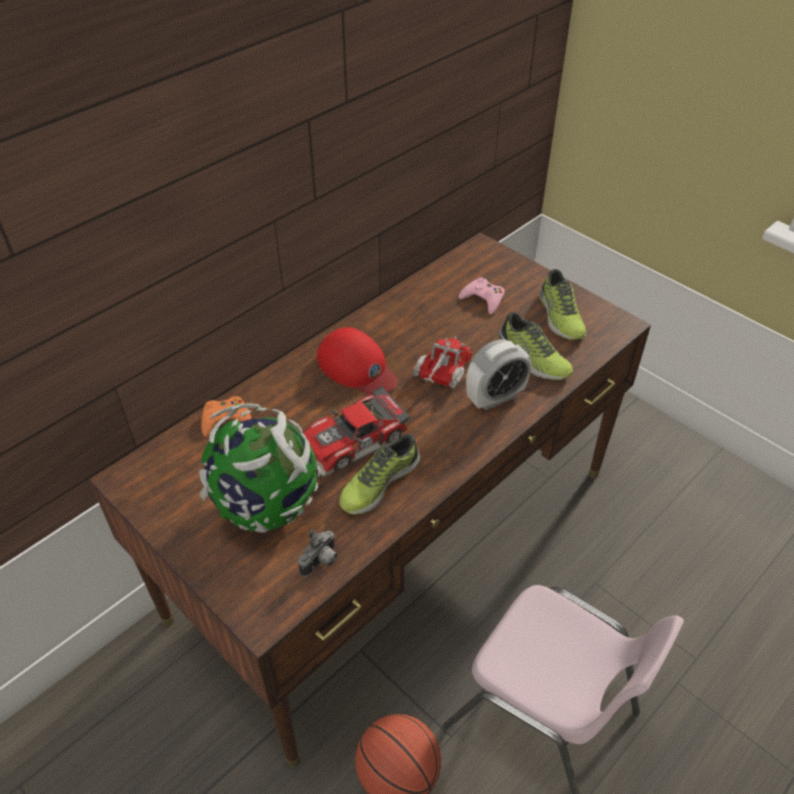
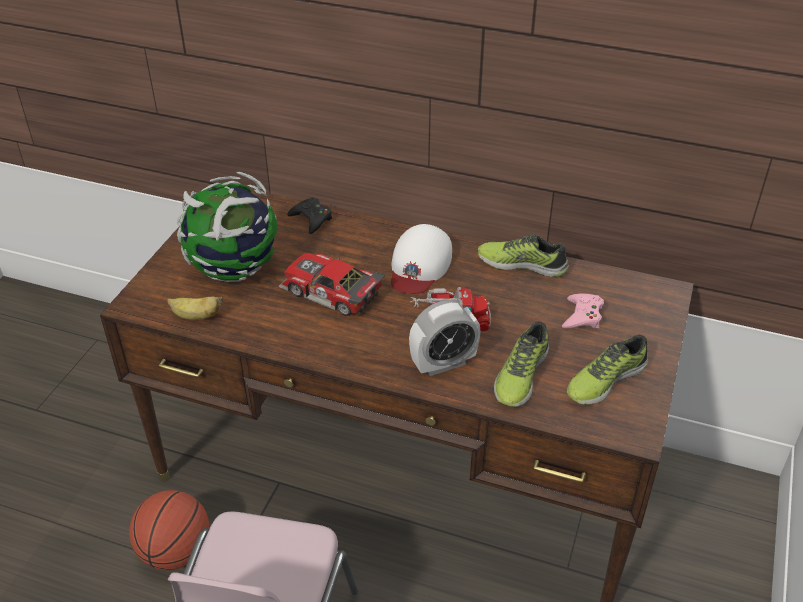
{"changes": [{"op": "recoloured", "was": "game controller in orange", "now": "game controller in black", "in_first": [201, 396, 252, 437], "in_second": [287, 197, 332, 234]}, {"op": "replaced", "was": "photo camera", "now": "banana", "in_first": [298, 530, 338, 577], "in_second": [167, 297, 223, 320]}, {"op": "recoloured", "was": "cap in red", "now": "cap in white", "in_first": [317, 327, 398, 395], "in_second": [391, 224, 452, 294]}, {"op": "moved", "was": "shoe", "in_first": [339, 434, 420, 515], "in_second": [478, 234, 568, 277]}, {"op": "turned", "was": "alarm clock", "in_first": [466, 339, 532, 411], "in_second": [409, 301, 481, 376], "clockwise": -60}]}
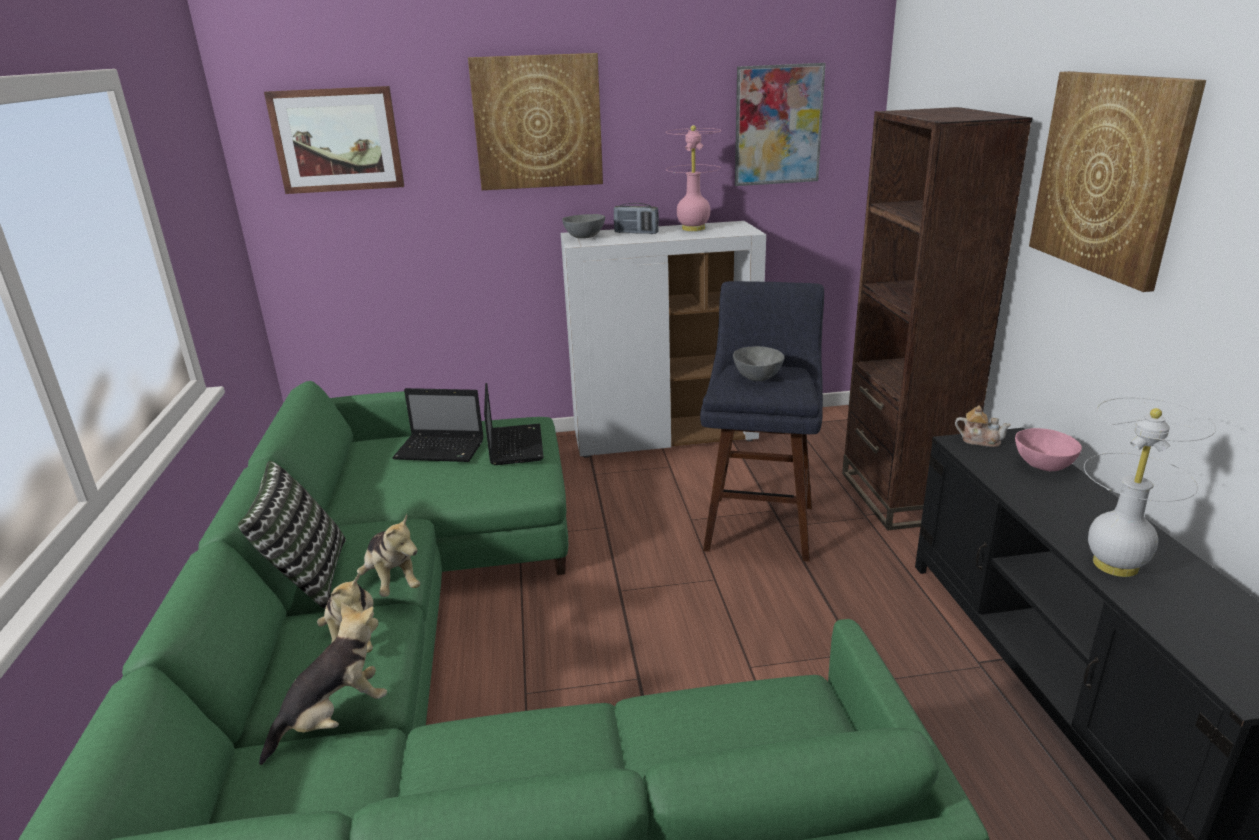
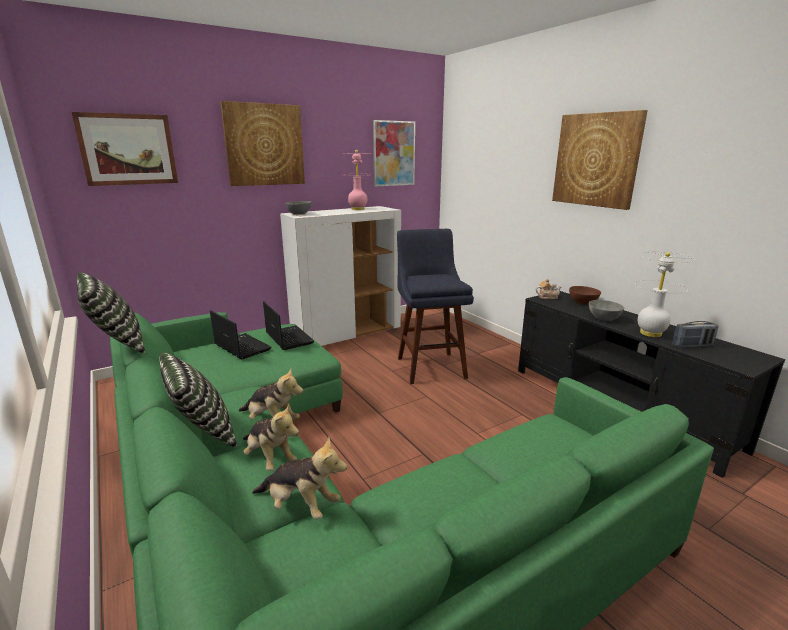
{"changes": [{"op": "turned", "was": "plush toy", "in_first": [259, 602, 387, 765], "in_second": [252, 437, 347, 519], "clockwise": 90}, {"op": "turned", "was": "laptop", "in_first": [392, 388, 484, 462], "in_second": [210, 310, 272, 359], "clockwise": -120}, {"op": "moved", "was": "radio", "in_first": [614, 203, 659, 234], "in_second": [673, 321, 718, 348]}, {"op": "moved", "was": "bowl in grey", "in_first": [733, 346, 784, 381], "in_second": [589, 300, 624, 321]}, {"op": "removed", "was": "bookcase in brown", "in_first": [842, 107, 1032, 530]}, {"op": "recoloured", "was": "bowl in pink", "now": "bowl in brown", "in_first": [1015, 428, 1082, 471], "in_second": [569, 286, 601, 305]}, {"op": "added", "now": "pillow", "in_second": [77, 272, 145, 354]}]}
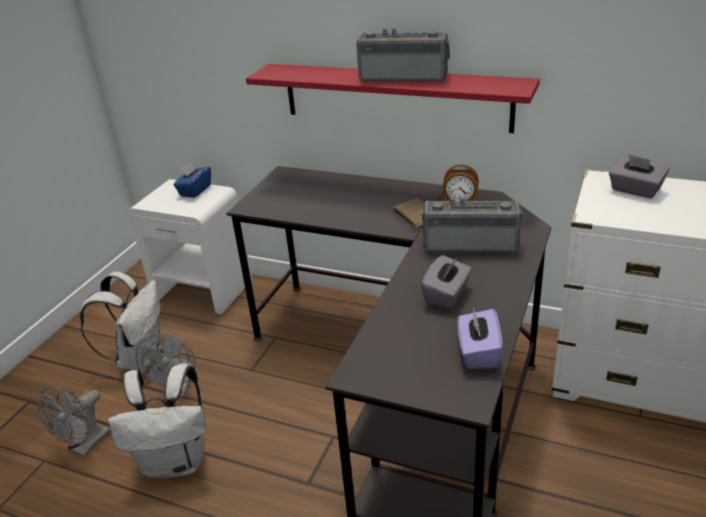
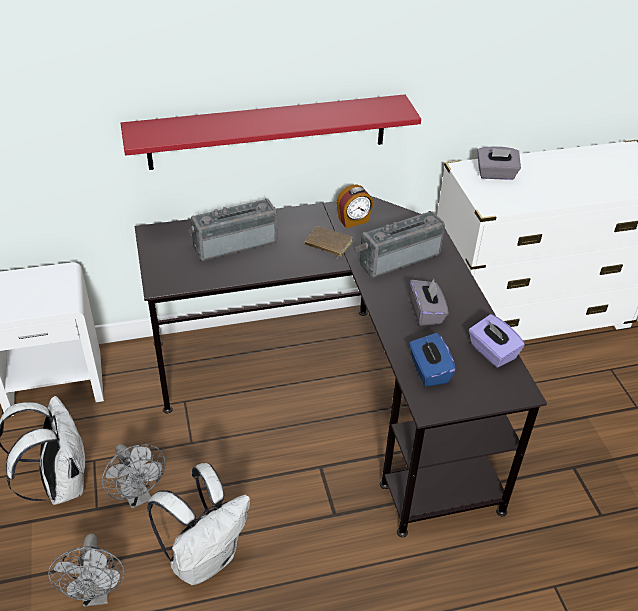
{"changes": [{"op": "moved", "was": "tissue box in blue", "in_first": [173, 161, 211, 198], "in_second": [409, 333, 456, 387]}, {"op": "moved", "was": "radio", "in_first": [356, 28, 450, 82], "in_second": [188, 199, 277, 261]}]}
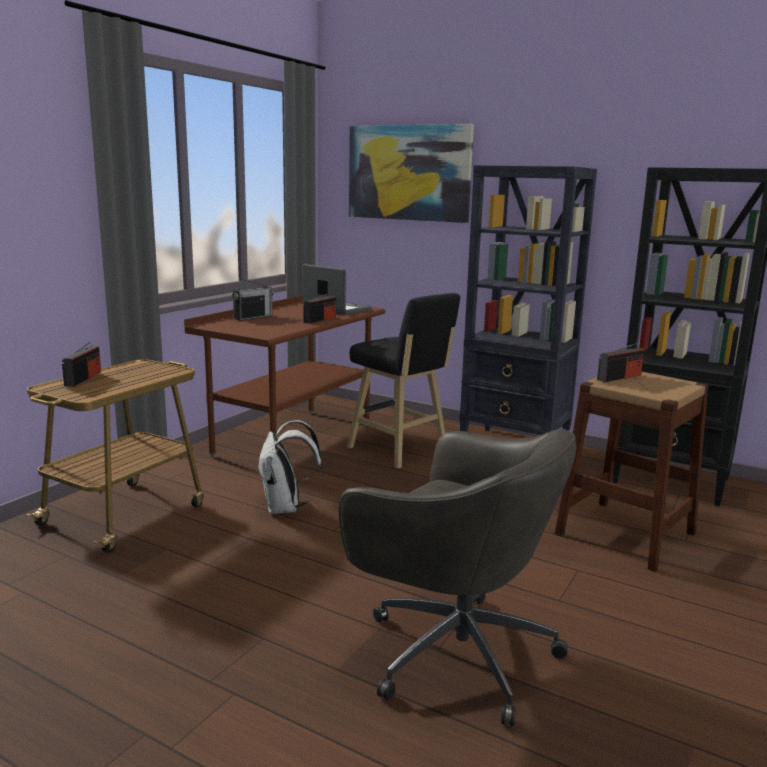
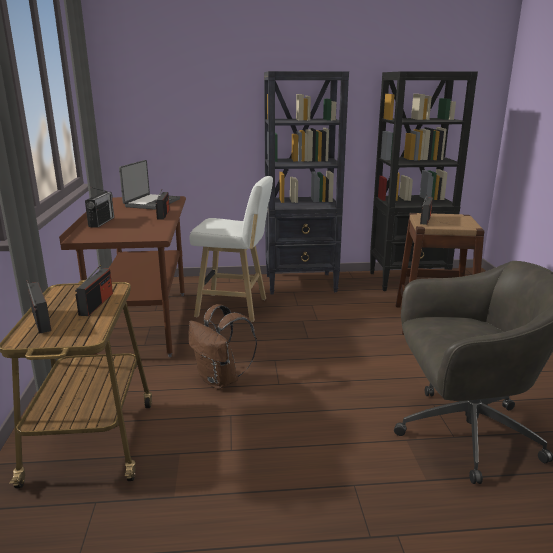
{"changes": [{"op": "recoloured", "was": "backpack in white", "now": "backpack in brown", "in_first": [258, 420, 323, 514], "in_second": [188, 304, 257, 389]}, {"op": "turned", "was": "laptop", "in_first": [303, 264, 371, 315], "in_second": [119, 160, 180, 210], "clockwise": 105}, {"op": "recoloured", "was": "stool in black", "now": "stool in white", "in_first": [347, 293, 460, 469], "in_second": [189, 176, 273, 322]}, {"op": "removed", "was": "picture", "in_first": [349, 124, 474, 223]}, {"op": "added", "now": "radio", "in_second": [75, 265, 113, 316]}]}
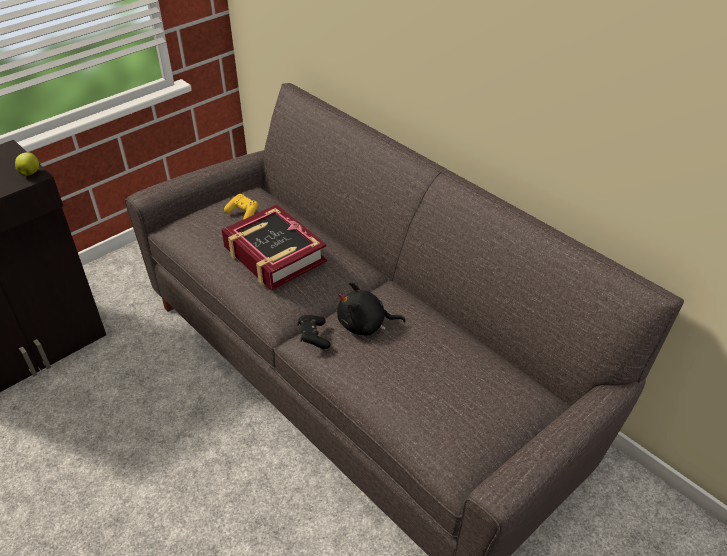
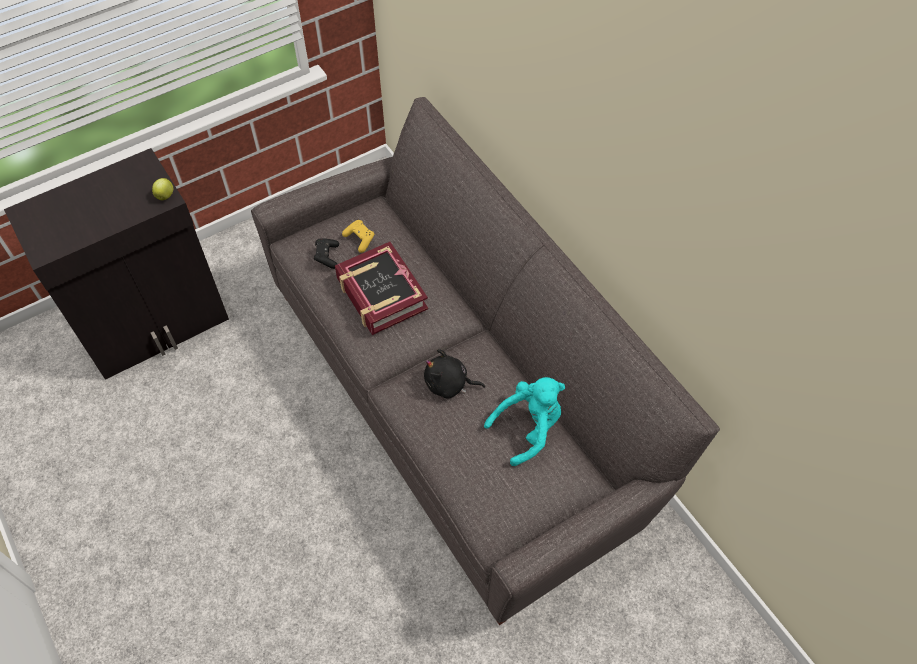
{"changes": [{"op": "moved", "was": "game controller in black", "in_first": [298, 315, 330, 349], "in_second": [314, 238, 339, 269]}, {"op": "added", "now": "plush toy in turquoise", "in_second": [484, 377, 565, 466]}]}
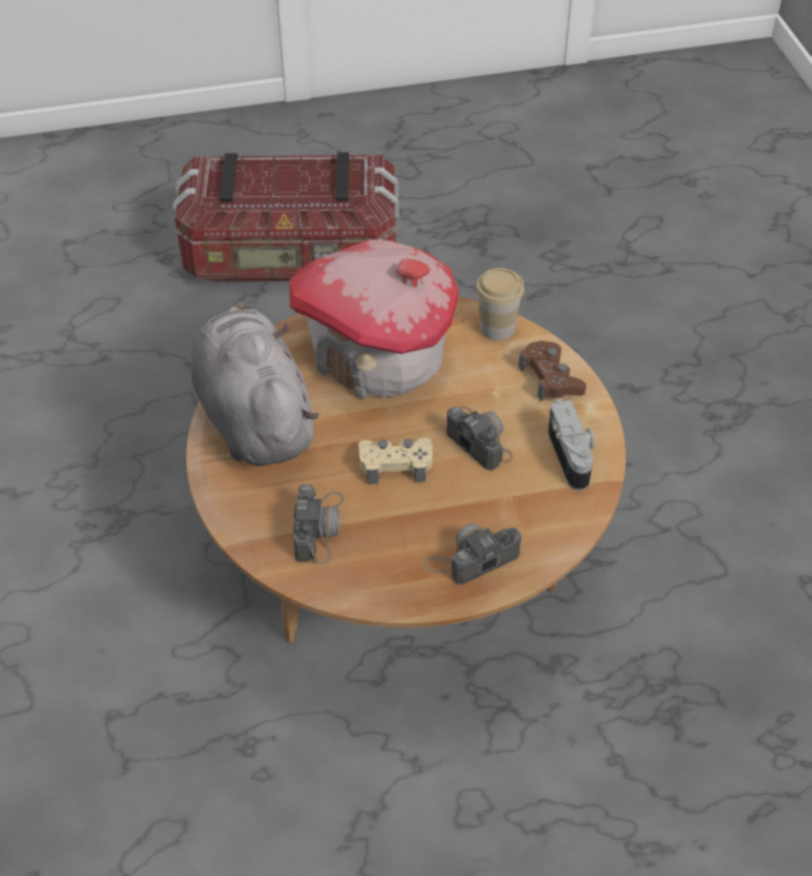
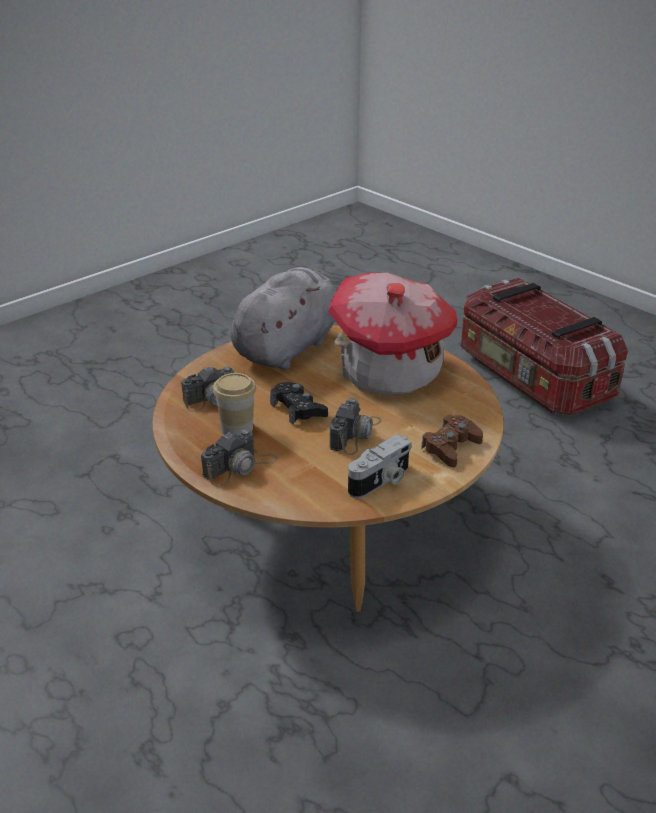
{"changes": [{"op": "recoloured", "was": "game controller in beige", "now": "game controller in black", "in_first": [359, 438, 433, 484], "in_second": [270, 382, 328, 425]}, {"op": "turned", "was": "photo camera", "in_first": [423, 523, 522, 585], "in_second": [201, 429, 278, 487], "clockwise": 105}, {"op": "moved", "was": "cup", "in_first": [476, 268, 525, 340], "in_second": [213, 373, 256, 435]}]}
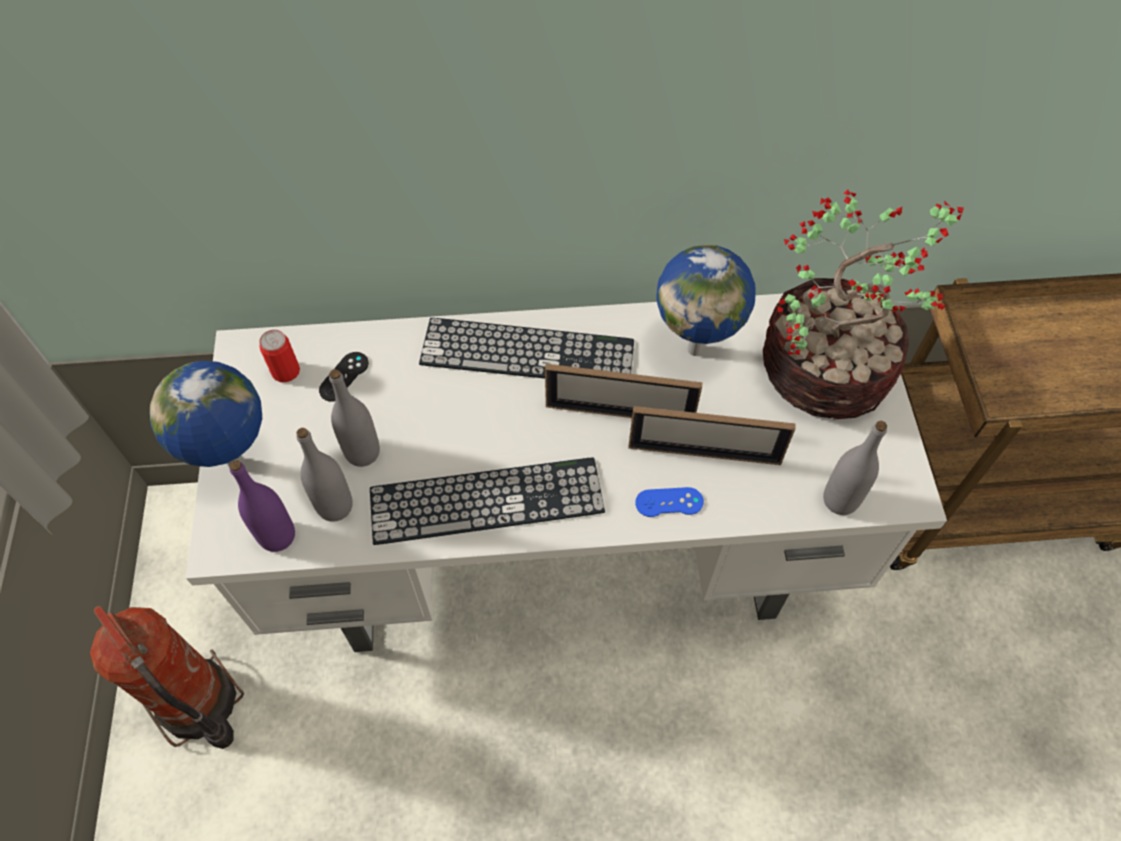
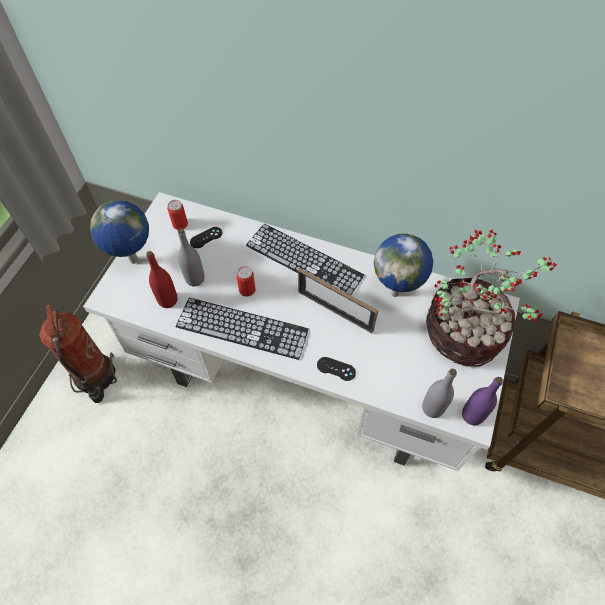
{"changes": [{"op": "moved", "was": "bottle in purple", "in_first": [229, 460, 295, 552], "in_second": [462, 377, 503, 425]}, {"op": "recoloured", "was": "bottle in grey", "now": "bottle in red", "in_first": [296, 428, 353, 522], "in_second": [146, 251, 177, 308]}, {"op": "removed", "was": "picture frame", "in_first": [628, 406, 795, 465]}, {"op": "recoloured", "was": "game controller in blue", "now": "game controller in black", "in_first": [635, 487, 704, 517], "in_second": [317, 357, 356, 381]}, {"op": "added", "now": "can", "in_second": [236, 266, 256, 297]}]}
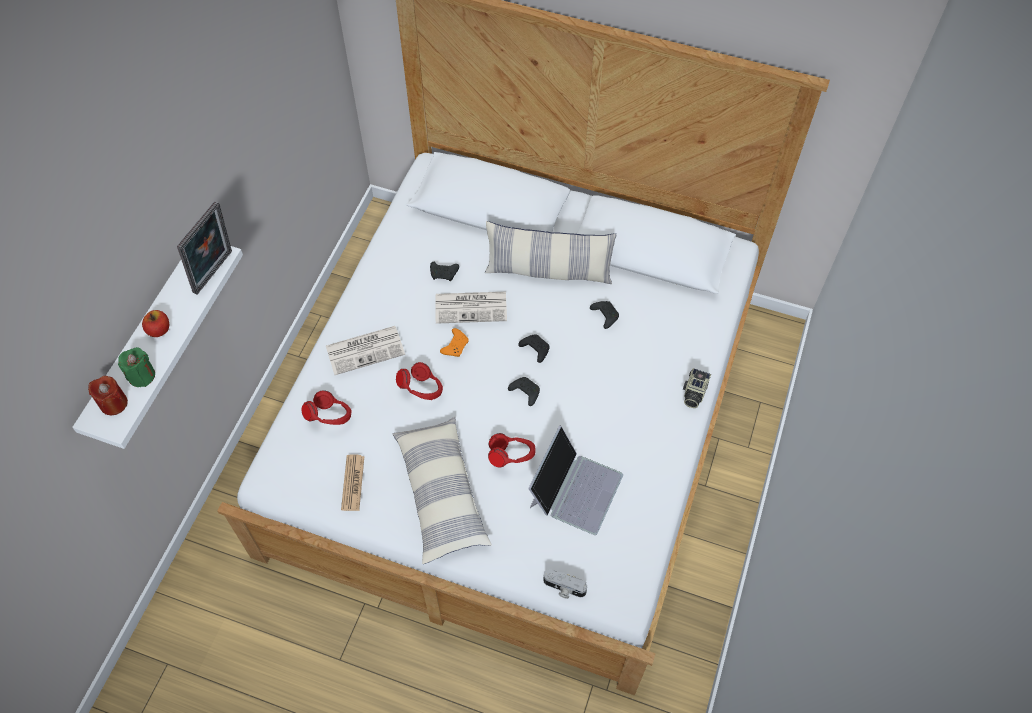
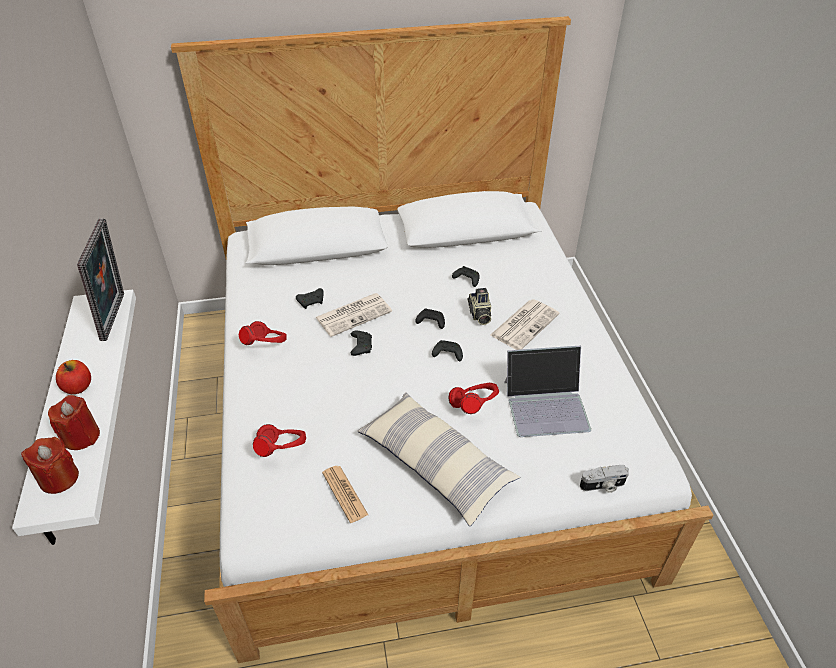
{"changes": [{"op": "recoloured", "was": "candle in green", "now": "candle in red", "in_first": [118, 347, 155, 387], "in_second": [48, 395, 100, 450]}, {"op": "moved", "was": "newspaper", "in_first": [326, 326, 405, 375], "in_second": [490, 299, 559, 350]}, {"op": "moved", "was": "headphones in red", "in_first": [396, 362, 443, 400], "in_second": [239, 321, 287, 345]}, {"op": "recoloured", "was": "game controller in orange", "now": "game controller in black", "in_first": [440, 328, 469, 357], "in_second": [351, 331, 372, 356]}, {"op": "removed", "was": "pillow", "in_first": [485, 221, 617, 284]}, {"op": "turned", "was": "laptop", "in_first": [528, 425, 623, 535], "in_second": [504, 345, 591, 437], "clockwise": 90}, {"op": "moved", "was": "photo camera", "in_first": [683, 369, 711, 408], "in_second": [467, 288, 491, 325]}]}
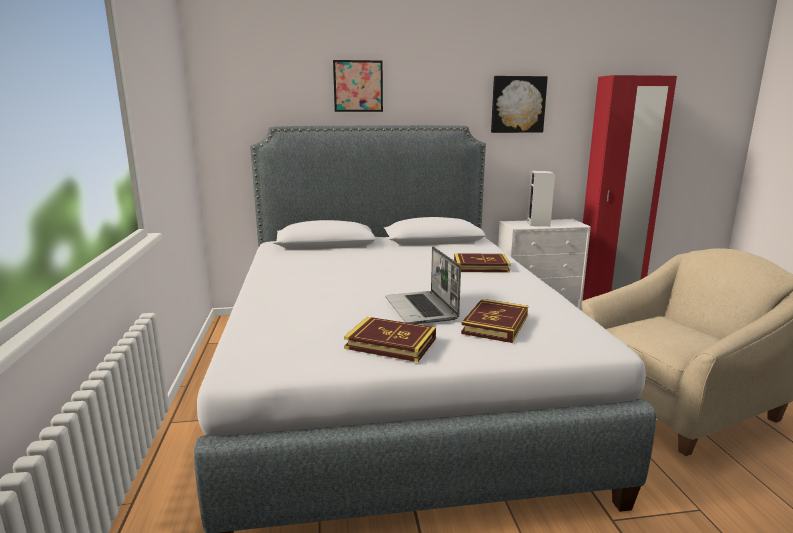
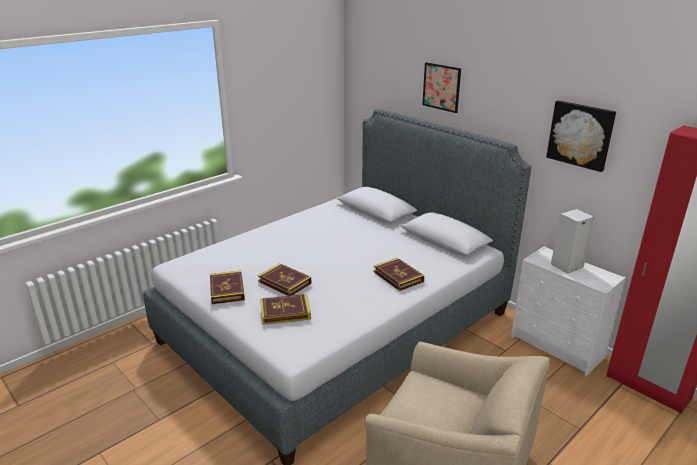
{"changes": [{"op": "replaced", "was": "laptop", "now": "book", "in_first": [385, 246, 461, 324], "in_second": [258, 263, 312, 296]}]}
